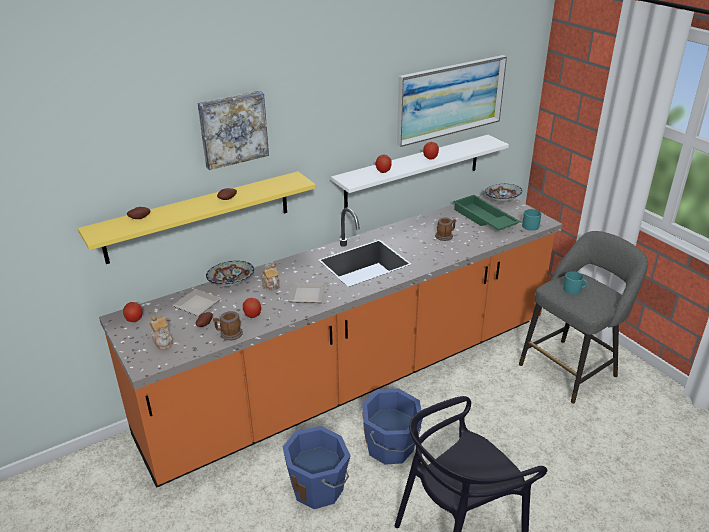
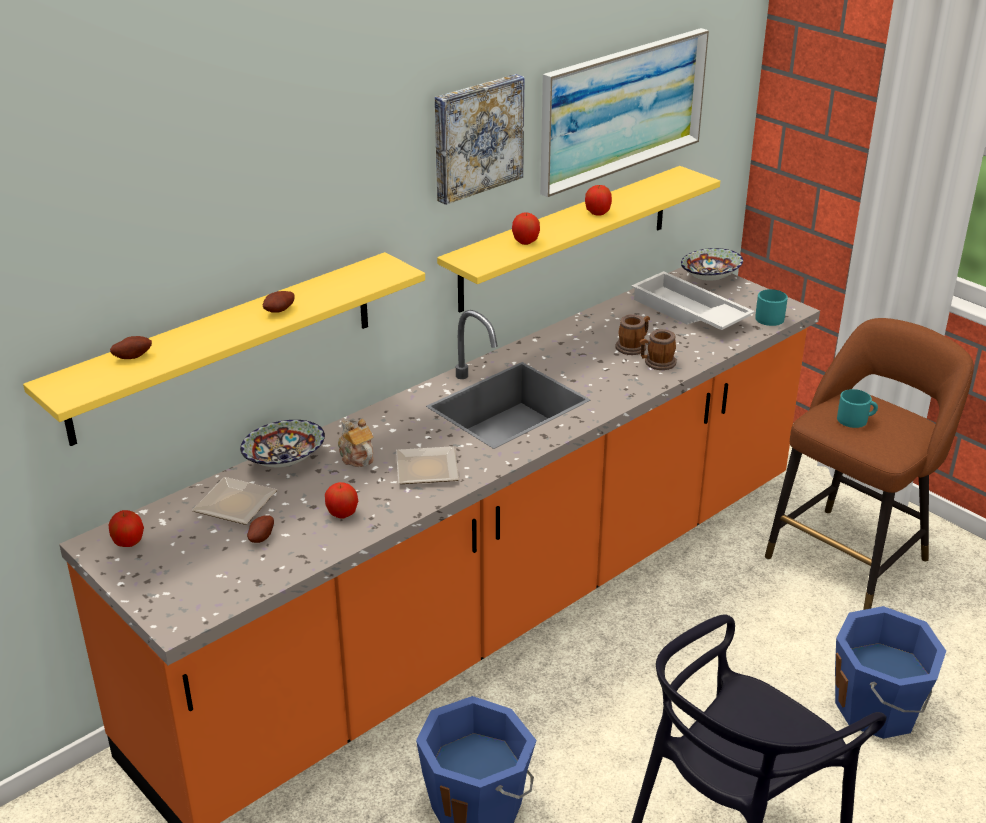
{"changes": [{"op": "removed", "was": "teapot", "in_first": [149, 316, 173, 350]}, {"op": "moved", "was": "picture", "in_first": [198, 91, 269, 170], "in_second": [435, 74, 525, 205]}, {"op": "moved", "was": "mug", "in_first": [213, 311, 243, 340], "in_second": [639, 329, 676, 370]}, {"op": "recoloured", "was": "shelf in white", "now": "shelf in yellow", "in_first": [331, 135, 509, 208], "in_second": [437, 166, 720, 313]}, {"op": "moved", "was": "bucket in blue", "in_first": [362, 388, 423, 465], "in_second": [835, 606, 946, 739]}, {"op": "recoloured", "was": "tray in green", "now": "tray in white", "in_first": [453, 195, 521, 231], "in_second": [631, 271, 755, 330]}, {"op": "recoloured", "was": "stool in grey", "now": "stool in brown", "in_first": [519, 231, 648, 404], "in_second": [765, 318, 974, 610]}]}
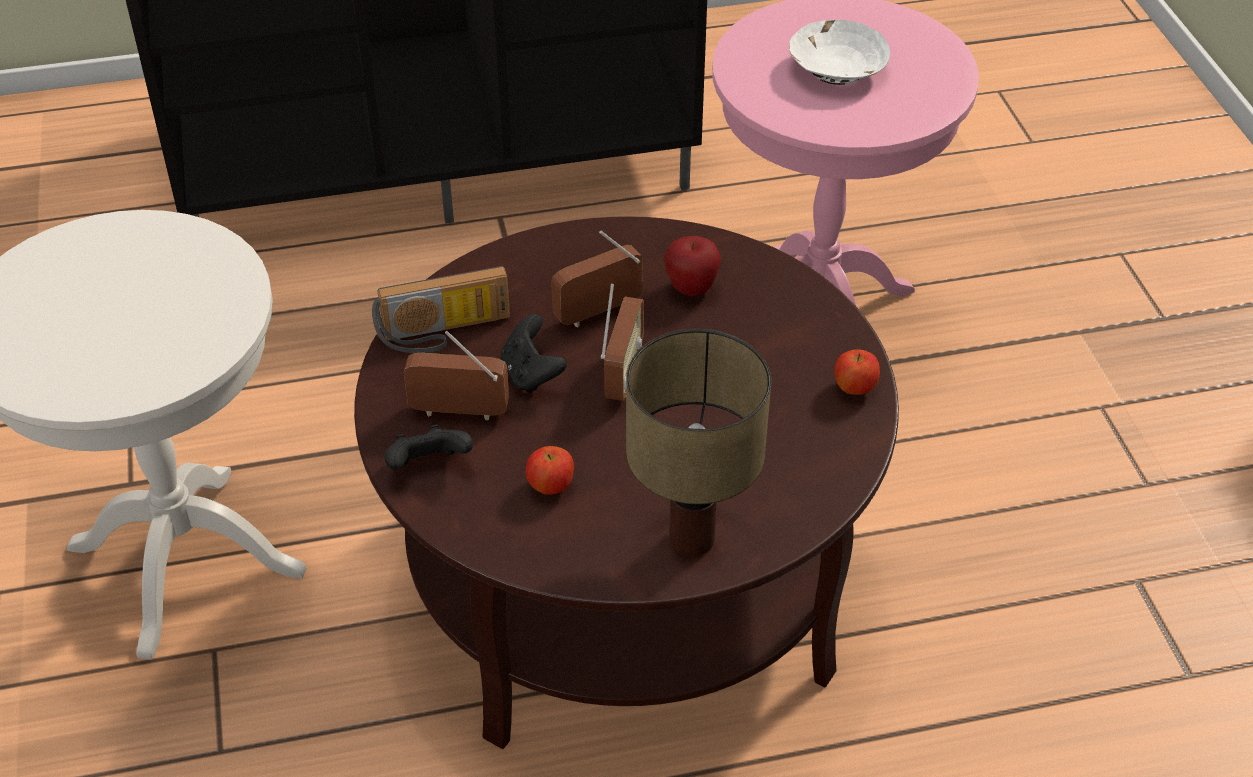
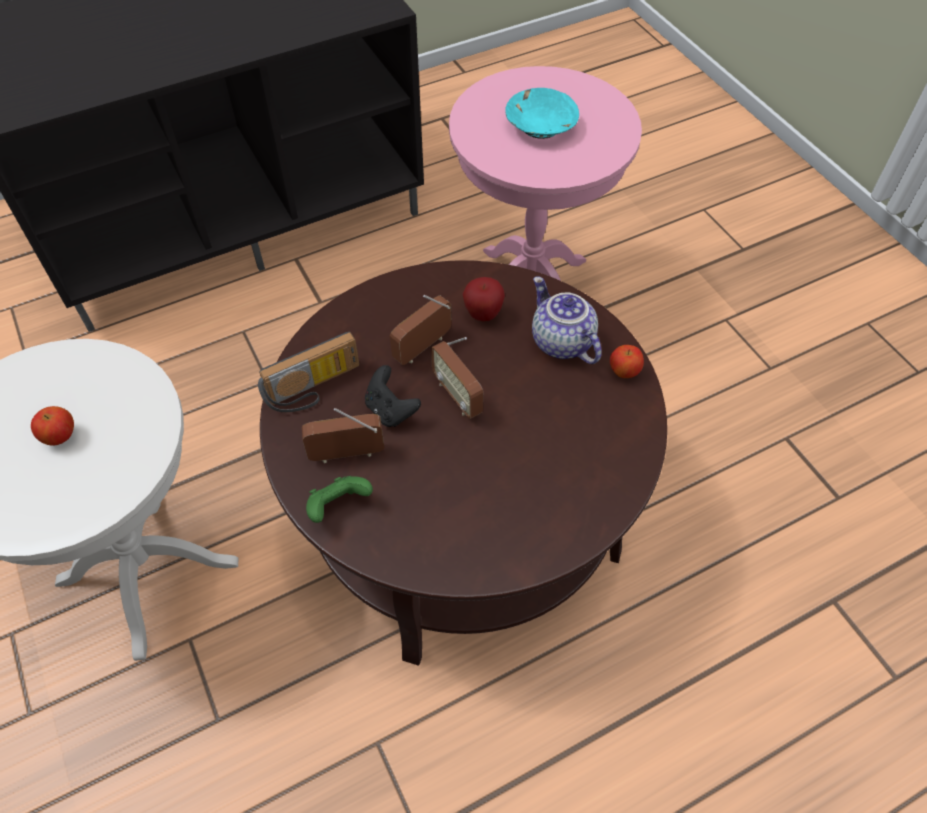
{"changes": [{"op": "recoloured", "was": "game controller in black", "now": "game controller in green", "in_first": [384, 425, 473, 469], "in_second": [306, 476, 373, 523]}, {"op": "moved", "was": "apple", "in_first": [526, 446, 574, 495], "in_second": [31, 406, 74, 446]}, {"op": "turned", "was": "radio", "in_first": [601, 284, 644, 401], "in_second": [431, 337, 483, 419], "clockwise": 150}, {"op": "removed", "was": "table lamp", "in_first": [626, 329, 771, 557]}, {"op": "recoloured", "was": "bowl in white", "now": "bowl in turquoise", "in_first": [789, 20, 890, 85], "in_second": [505, 88, 579, 139]}, {"op": "added", "now": "teapot", "in_second": [532, 276, 602, 364]}]}
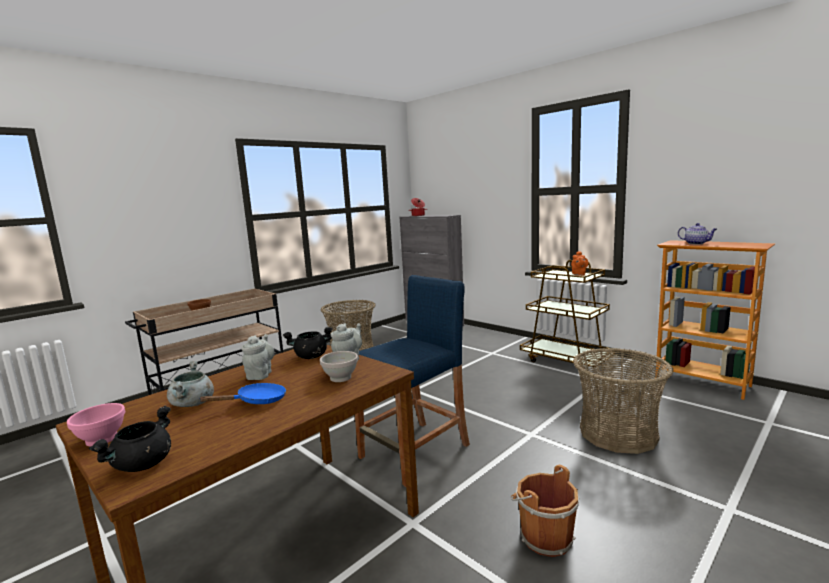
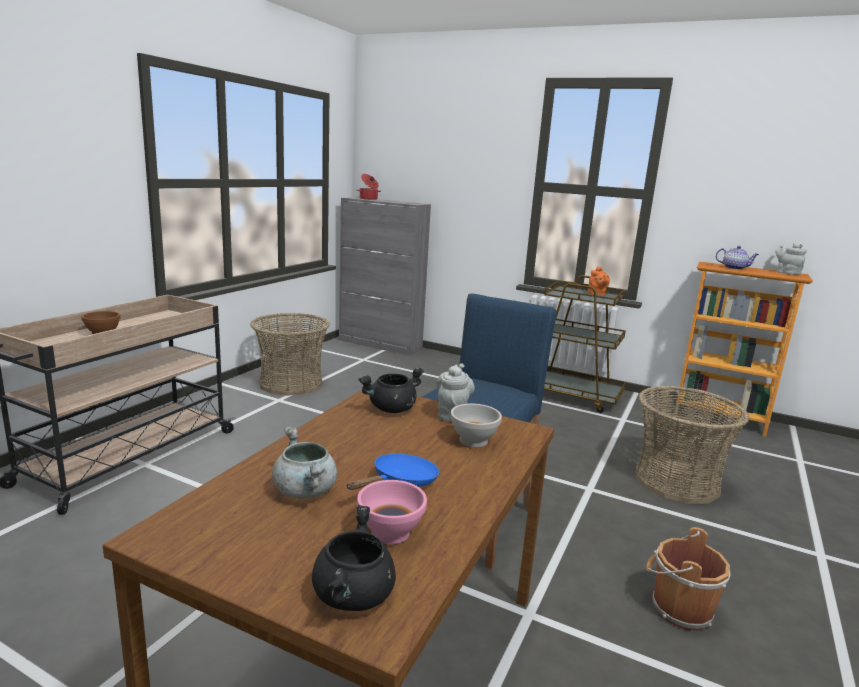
{"changes": [{"op": "moved", "was": "bowl in pink", "in_first": [67, 403, 125, 447], "in_second": [357, 480, 427, 544]}, {"op": "moved", "was": "teapot in grey", "in_first": [242, 334, 275, 380], "in_second": [776, 243, 807, 275]}]}
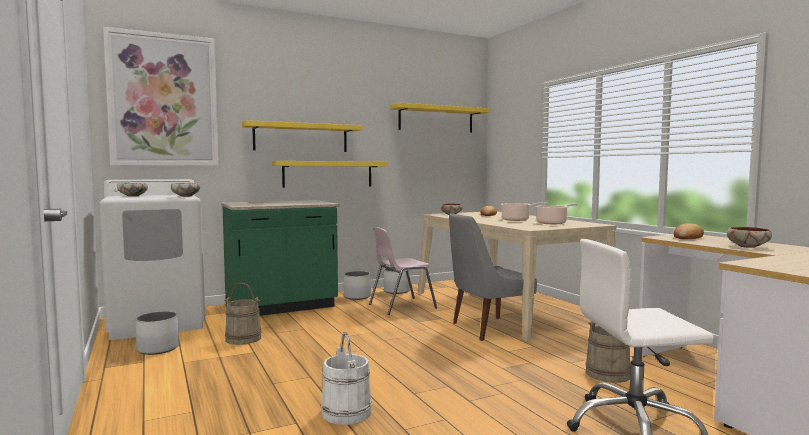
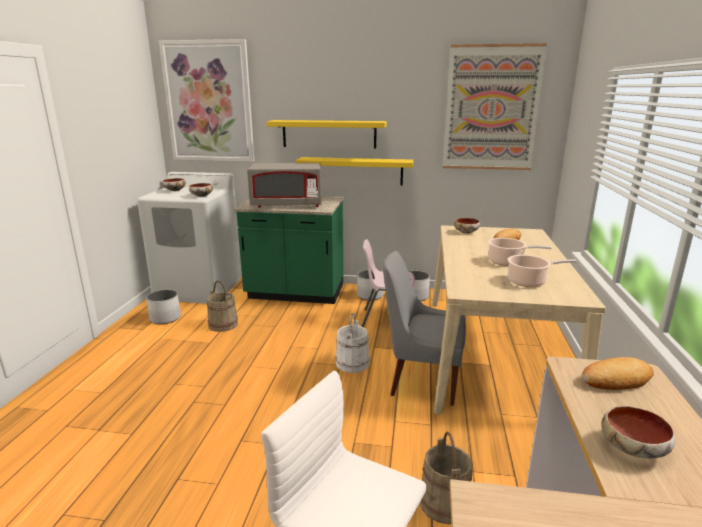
{"changes": [{"op": "moved", "was": "bucket in white", "in_first": [321, 332, 372, 425], "in_second": [335, 313, 370, 373]}, {"op": "replaced", "was": "shelf in yellow", "now": "picture", "in_first": [390, 103, 490, 133], "in_second": [443, 43, 547, 170]}, {"op": "added", "now": "microwave in grey", "in_second": [247, 163, 322, 208]}]}
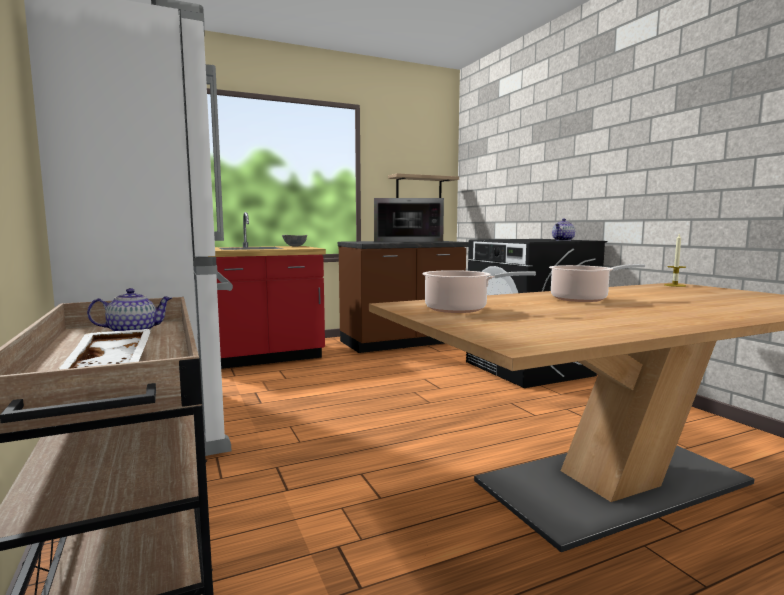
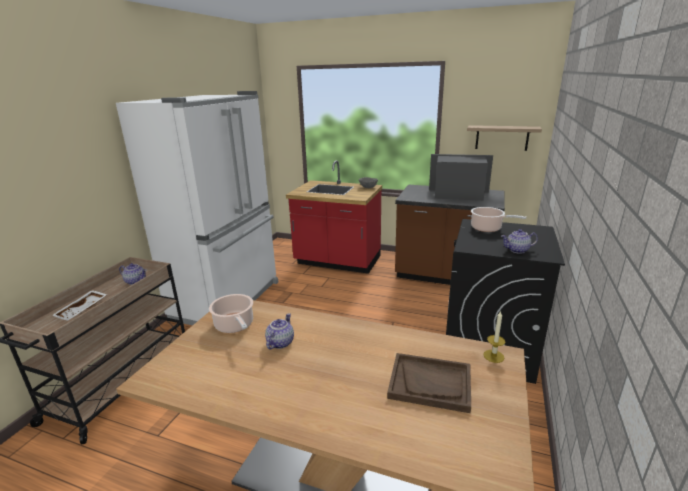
{"changes": [{"op": "turned", "was": "microwave", "in_first": [374, 198, 444, 242], "in_second": [429, 154, 493, 201], "clockwise": 150}, {"op": "moved", "was": "cooking pot", "in_first": [549, 264, 645, 302], "in_second": [471, 207, 527, 232]}, {"op": "added", "now": "teapot", "in_second": [265, 314, 294, 349]}, {"op": "added", "now": "tray in brown", "in_second": [387, 353, 471, 413]}]}
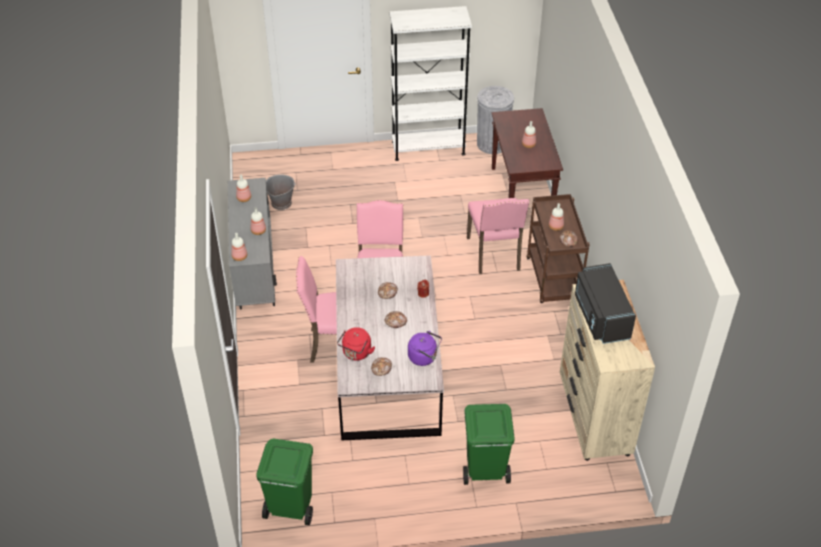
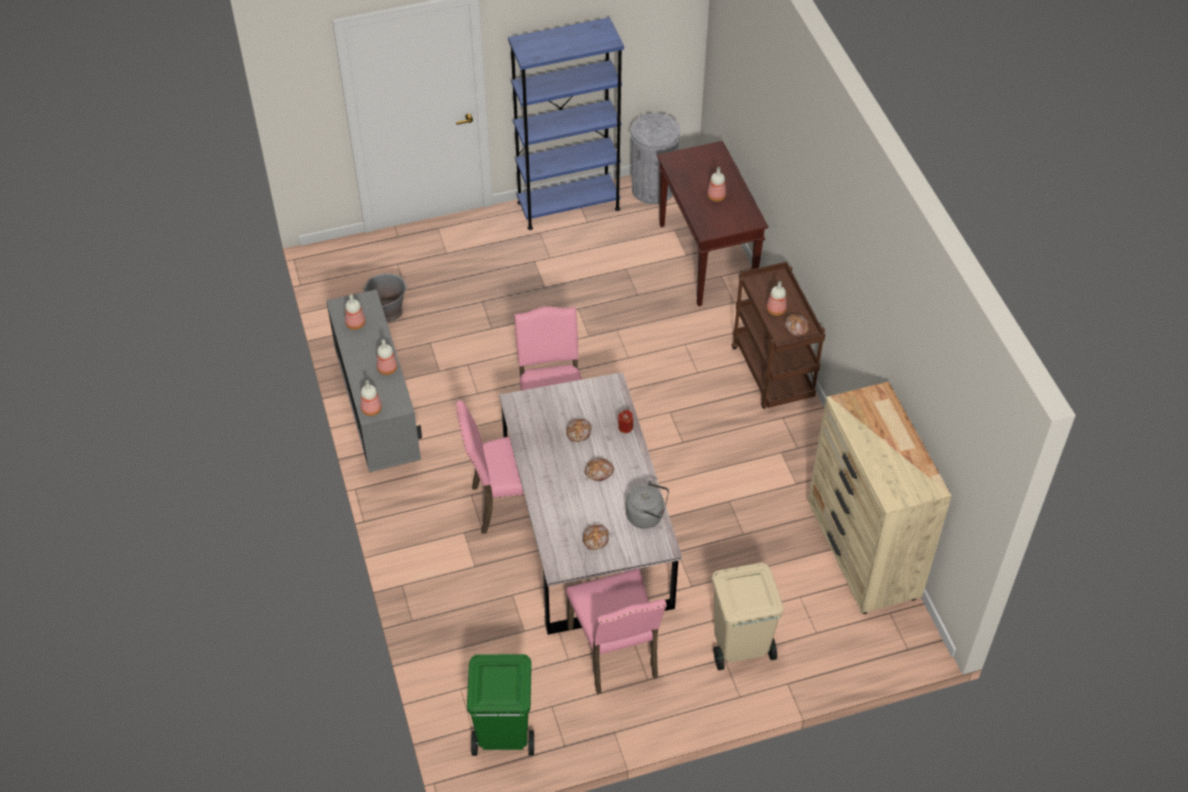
{"changes": [{"op": "removed", "was": "kettle in red", "in_first": [337, 327, 375, 361]}, {"op": "recoloured", "was": "bookcase in white", "now": "bookcase in blue", "in_first": [389, 6, 472, 161], "in_second": [508, 17, 624, 230]}, {"op": "recoloured", "was": "kettle in purple", "now": "kettle in grey", "in_first": [408, 331, 442, 366], "in_second": [626, 481, 669, 529]}, {"op": "recoloured", "was": "trash can in green", "now": "trash can in beige", "in_first": [463, 404, 515, 485], "in_second": [712, 563, 784, 670]}, {"op": "moved", "was": "chair in pink", "in_first": [467, 198, 529, 274], "in_second": [566, 569, 667, 695]}, {"op": "removed", "was": "microwave in black", "in_first": [575, 263, 636, 344]}]}
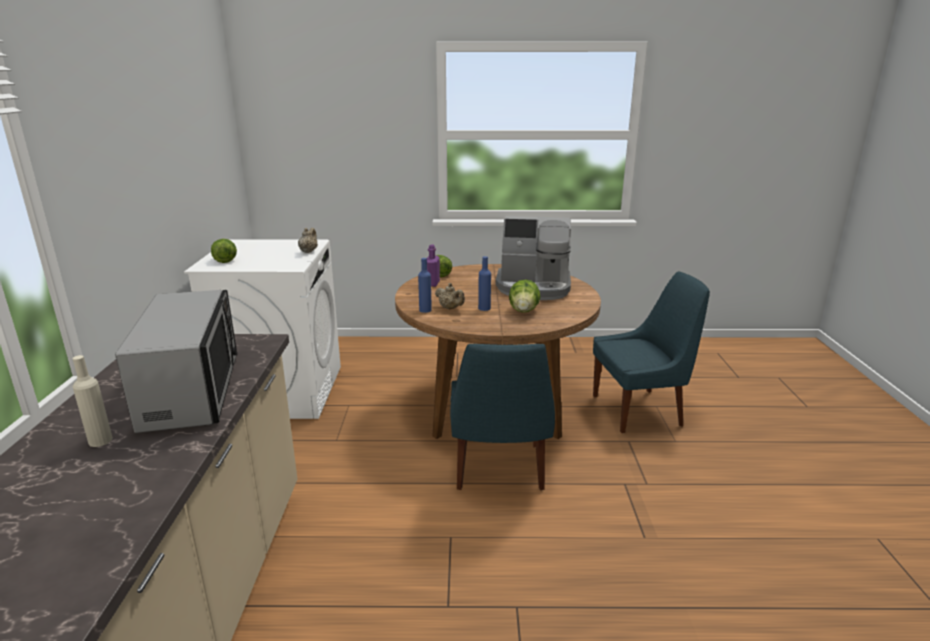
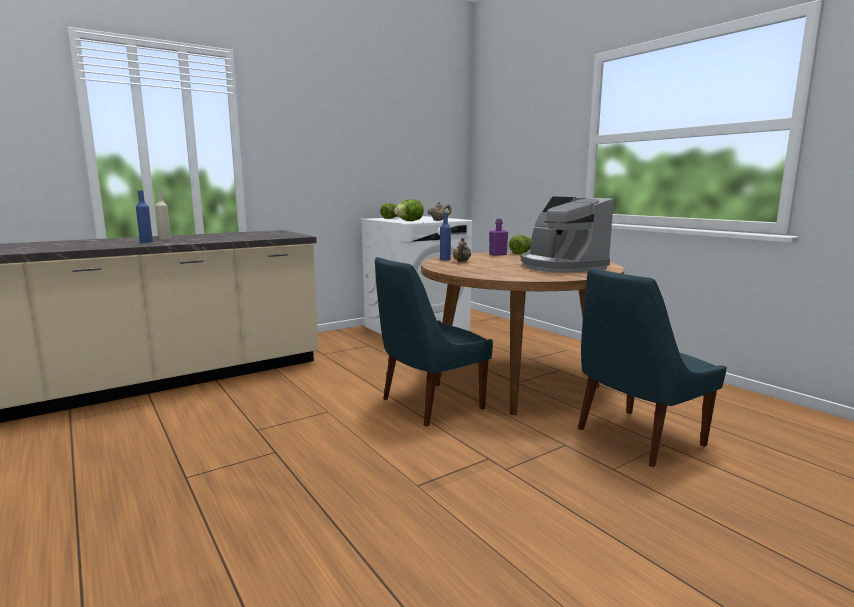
{"changes": [{"op": "removed", "was": "microwave", "in_first": [115, 290, 237, 433]}, {"op": "moved", "was": "bottle in blue", "in_first": [478, 256, 491, 311], "in_second": [136, 191, 153, 243]}, {"op": "moved", "was": "lettuce", "in_first": [509, 279, 541, 313], "in_second": [394, 199, 424, 221]}, {"op": "turned", "was": "chair in blue", "in_first": [593, 271, 710, 433], "in_second": [578, 268, 727, 467], "clockwise": 105}]}
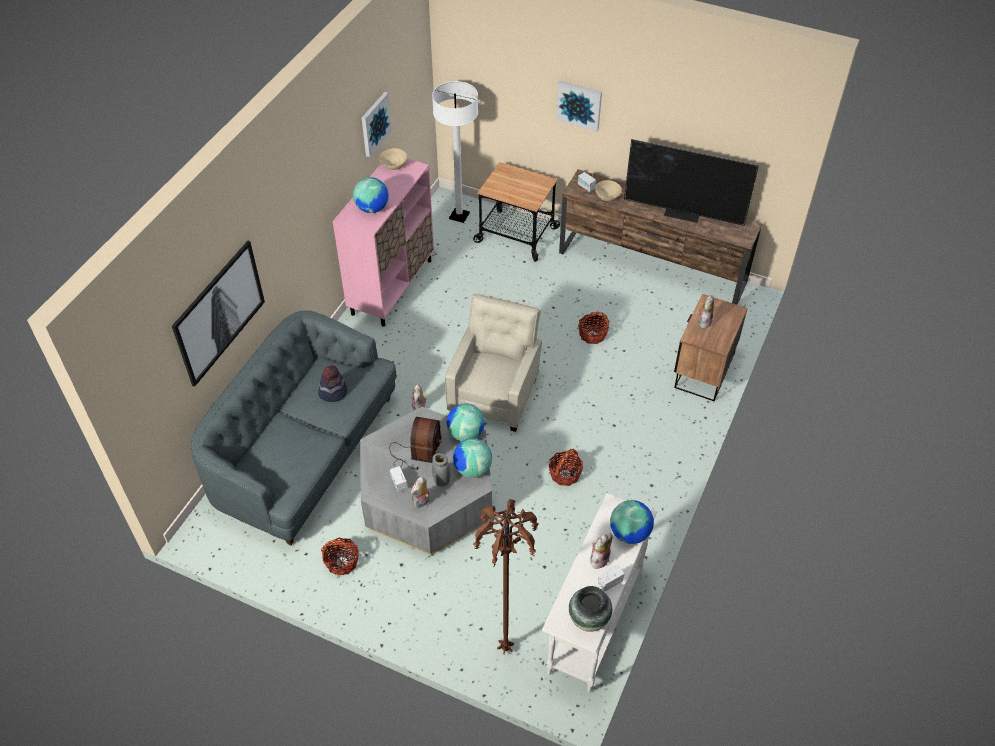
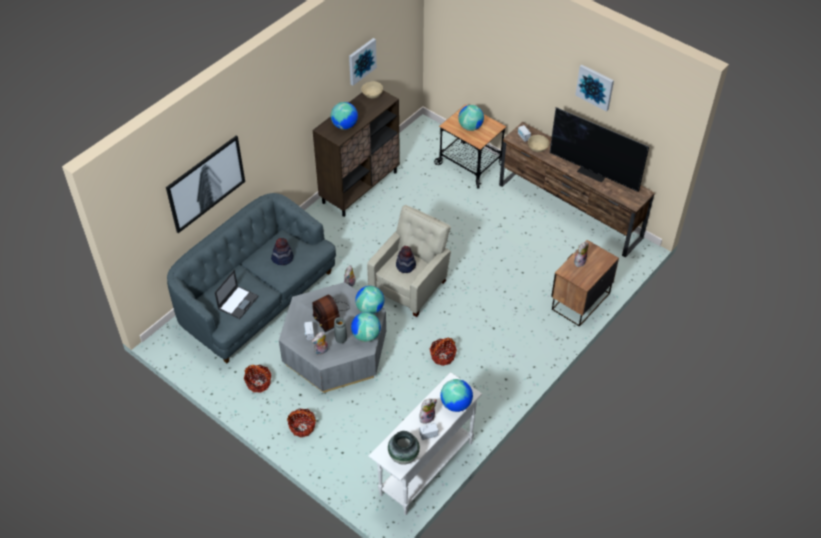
{"changes": [{"op": "recoloured", "was": "cabinet in pink", "now": "cabinet in brown", "in_first": [333, 158, 434, 326], "in_second": [312, 90, 400, 217]}, {"op": "turned", "was": "radio", "in_first": [389, 417, 442, 470], "in_second": [312, 295, 350, 332], "clockwise": 120}, {"op": "removed", "was": "floor lamp in white", "in_first": [432, 81, 478, 223]}, {"op": "removed", "was": "floor lamp in brown", "in_first": [473, 499, 539, 654]}, {"op": "moved", "was": "picture", "in_first": [556, 80, 602, 132], "in_second": [575, 65, 614, 111]}, {"op": "moved", "was": "basket", "in_first": [578, 312, 610, 344], "in_second": [287, 408, 316, 437]}, {"op": "added", "now": "laptop", "in_second": [214, 270, 259, 319]}, {"op": "added", "now": "hat", "in_second": [396, 246, 416, 273]}, {"op": "added", "now": "globe", "in_second": [458, 105, 484, 131]}]}
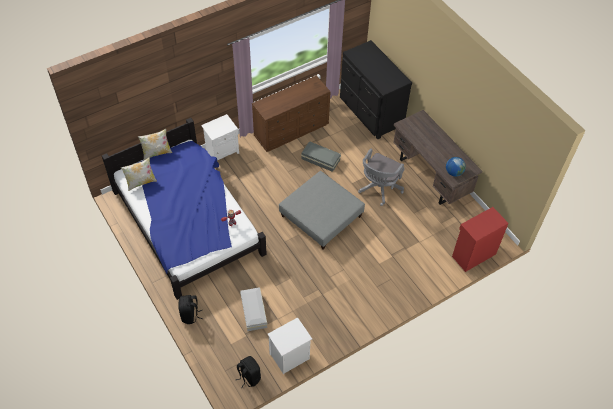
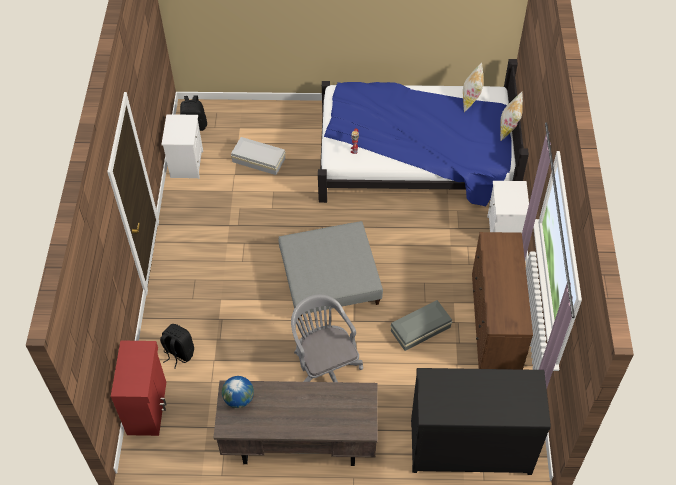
{"changes": [{"op": "moved", "was": "backpack in black", "in_first": [178, 295, 203, 324], "in_second": [160, 324, 194, 369]}]}
